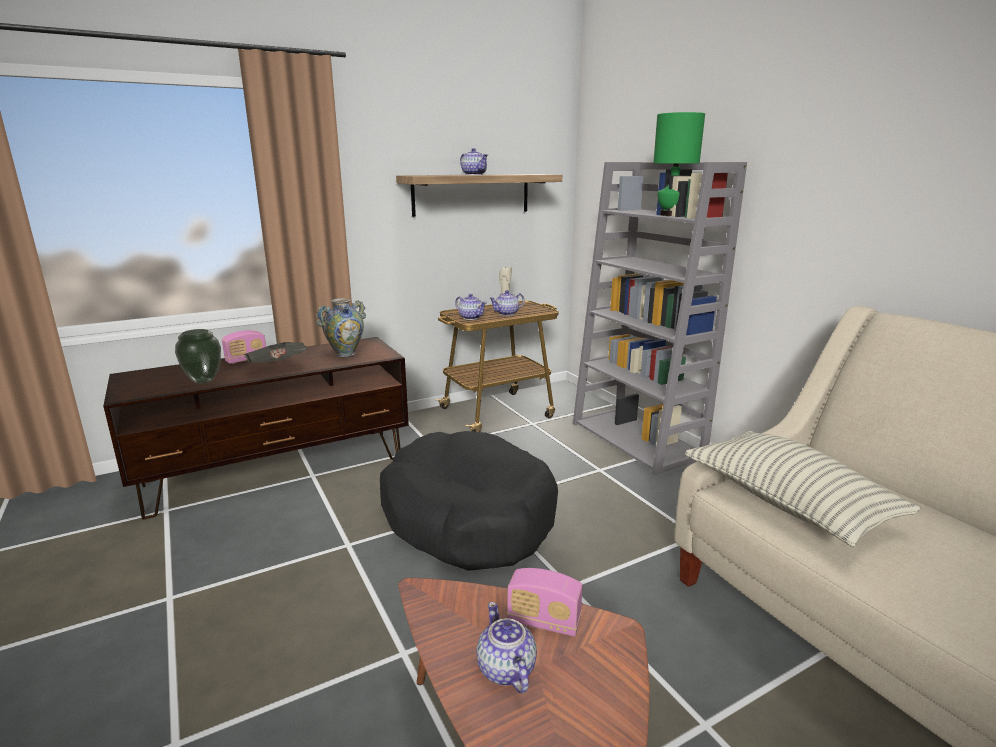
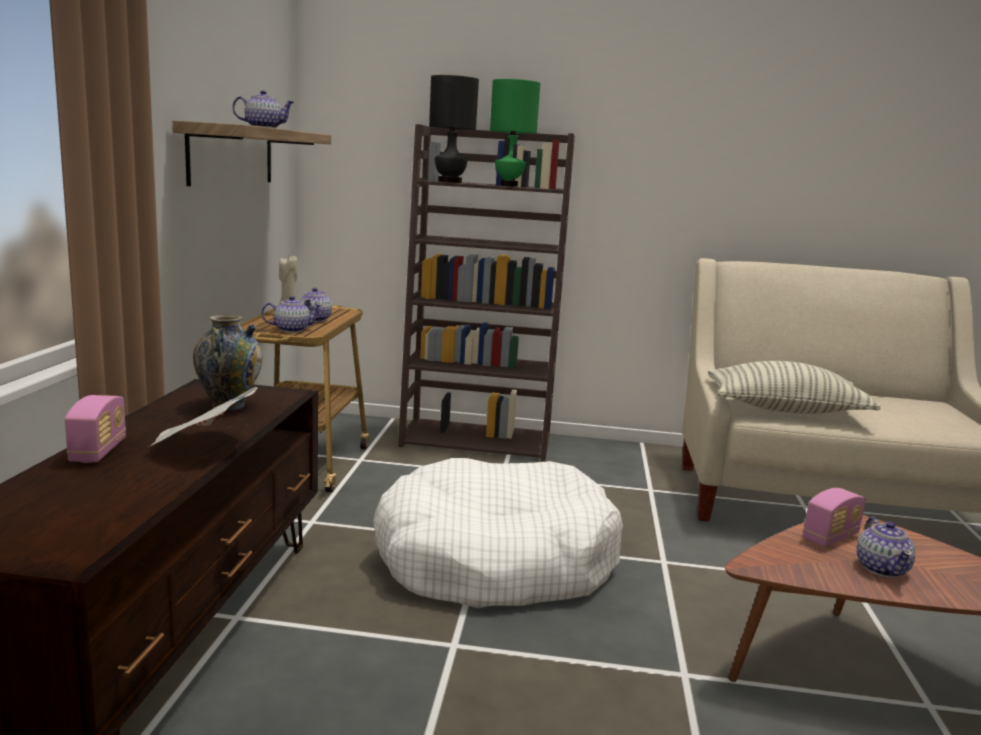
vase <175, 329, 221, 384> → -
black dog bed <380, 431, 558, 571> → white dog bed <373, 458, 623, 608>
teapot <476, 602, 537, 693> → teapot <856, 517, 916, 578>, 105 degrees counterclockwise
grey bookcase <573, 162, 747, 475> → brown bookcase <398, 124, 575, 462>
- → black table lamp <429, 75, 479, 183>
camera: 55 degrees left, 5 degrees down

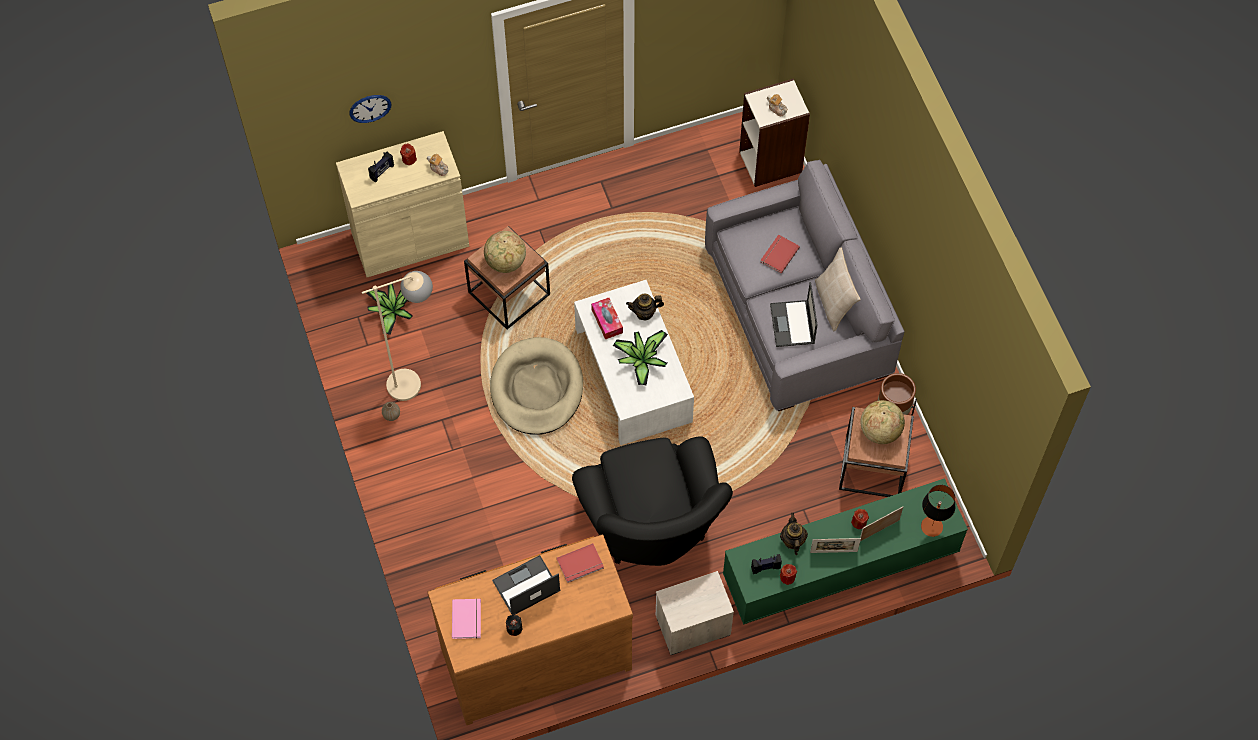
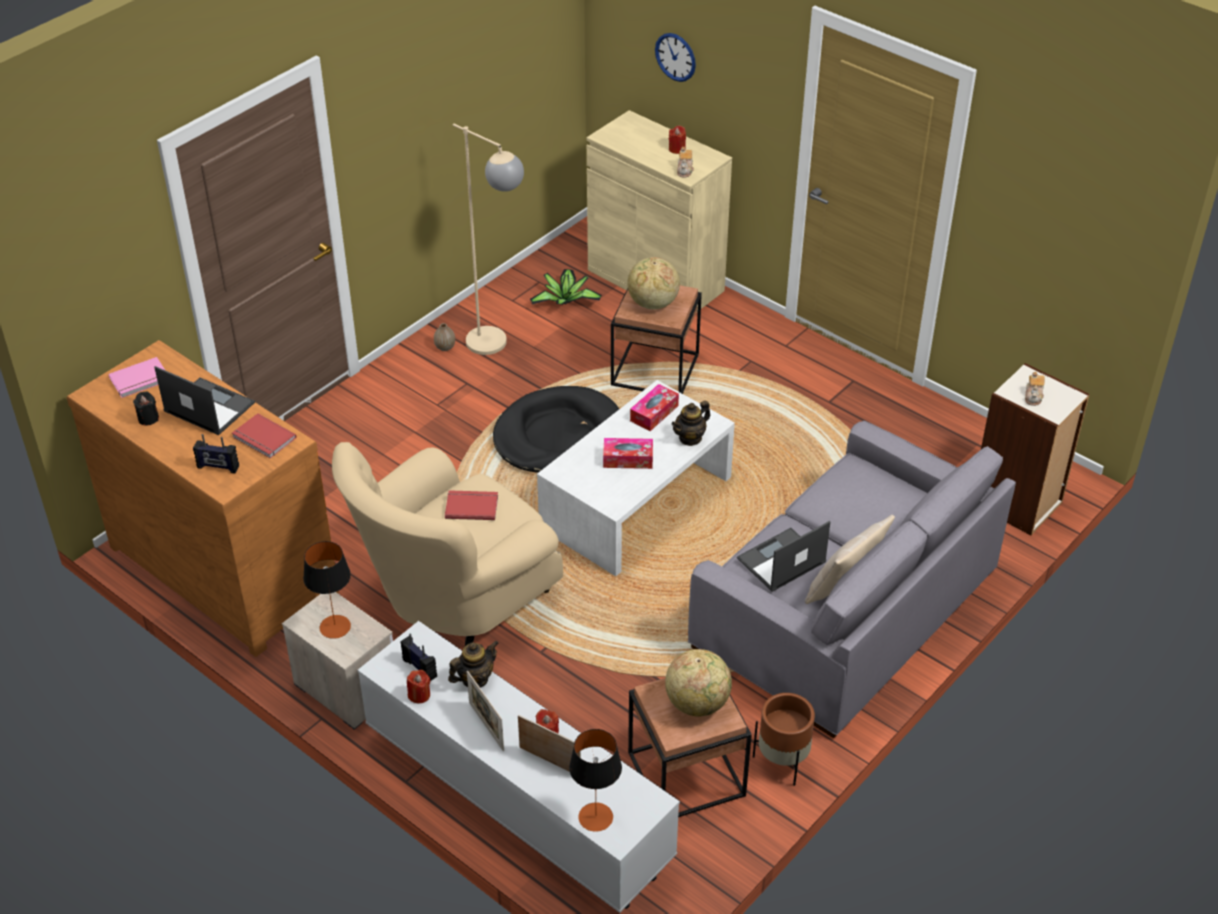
radio <368, 152, 394, 183> → radio <193, 434, 239, 474>, moved
beige dog bed <490, 337, 583, 435> → black dog bed <493, 386, 619, 473>
black armchair <572, 436, 733, 566> → beige armchair <332, 442, 563, 646>
potted plant <613, 330, 668, 386> → tissue box <603, 438, 653, 469>
teapot <626, 293, 664, 320> → teapot <671, 401, 710, 446>, 90 degrees counterclockwise
green tv stand <723, 478, 968, 625> → white tv stand <358, 621, 680, 913>
red book <760, 235, 800, 274> → red book <445, 490, 498, 520>, moved
- → table lamp <303, 541, 351, 639>
camera: 60 degrees right, 20 degrees down

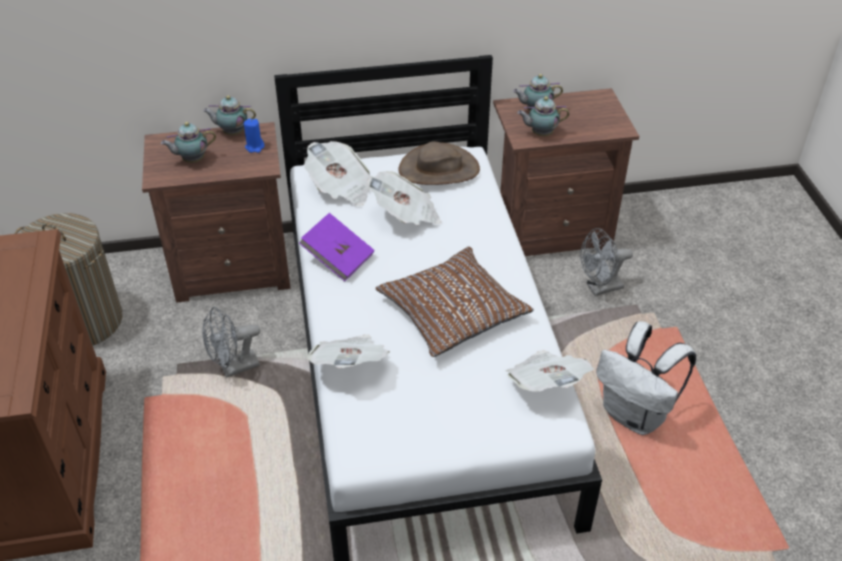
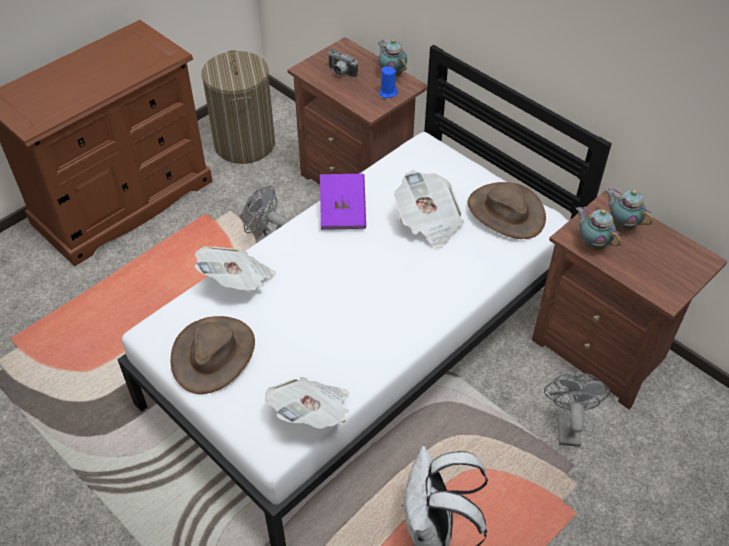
teapot <161, 122, 216, 163> → photo camera <327, 48, 358, 78>
newspaper <304, 141, 374, 206> → -
brown pillow <376, 247, 534, 357> → -
grey fan <580, 228, 633, 296> → grey fan <544, 373, 610, 447>, 60 degrees clockwise
- → brown hat <171, 316, 255, 394>
camera: 55 degrees right, 5 degrees up

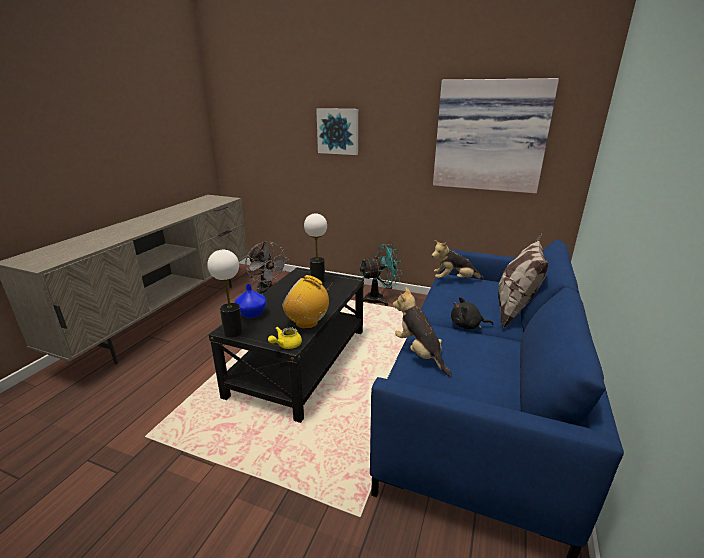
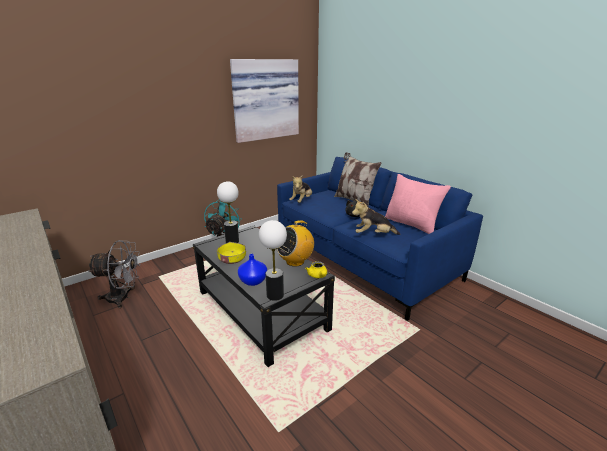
picture <316, 108, 358, 155> → -
- → yellow bowl <217, 242, 246, 264>
- → pink pillow <385, 174, 451, 234>
camera: 60 degrees left, 0 degrees up

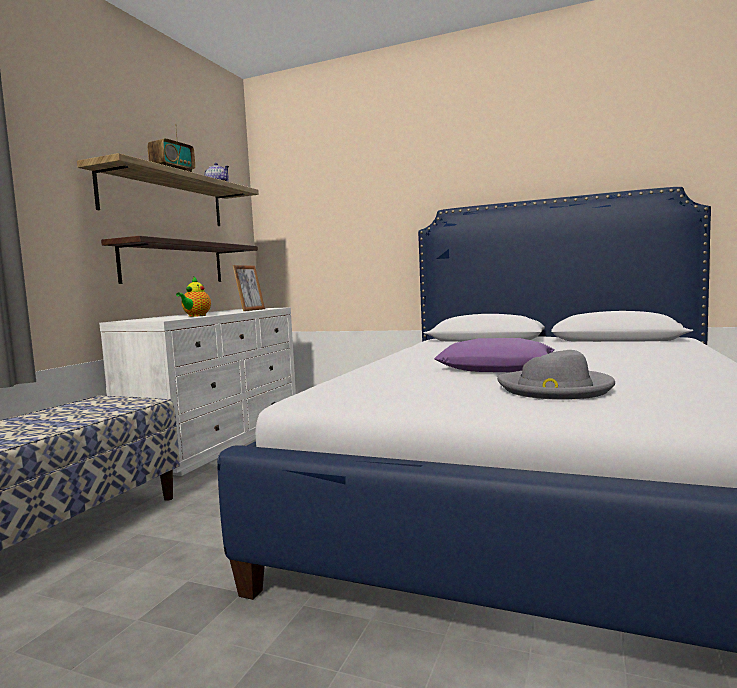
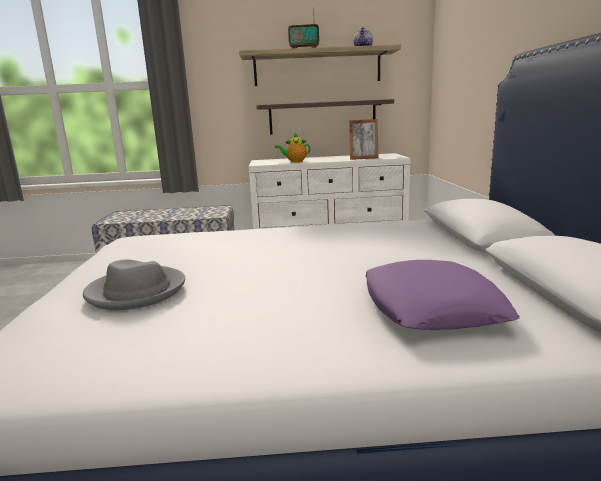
purple pillow <434, 338, 555, 372> → purple pillow <366, 260, 519, 330>, moved
camera: 65 degrees right, 10 degrees up

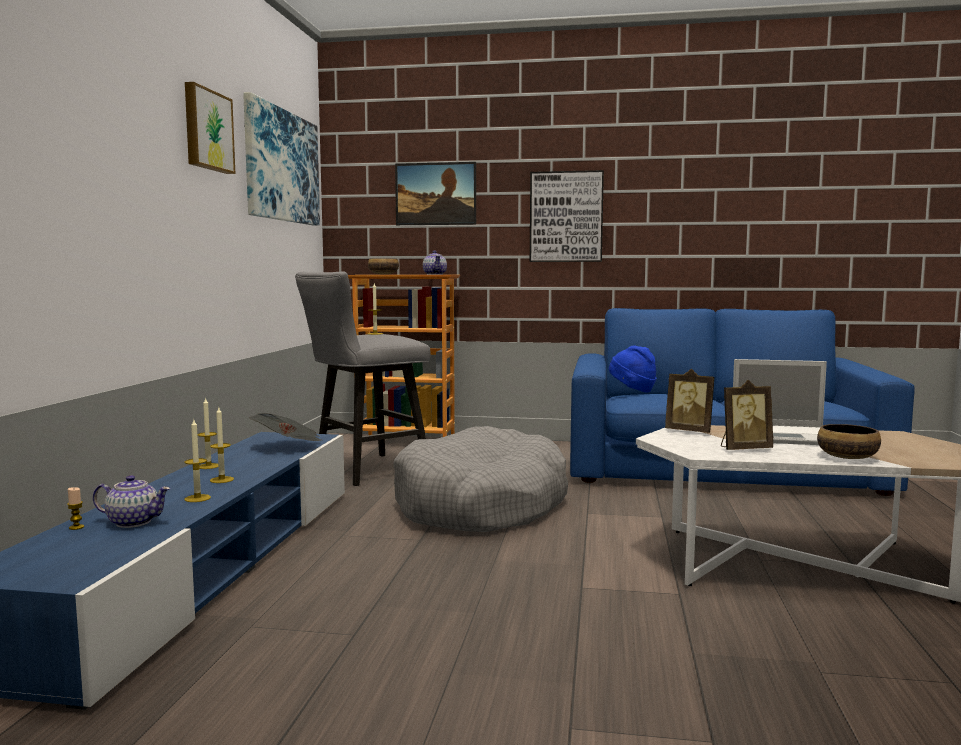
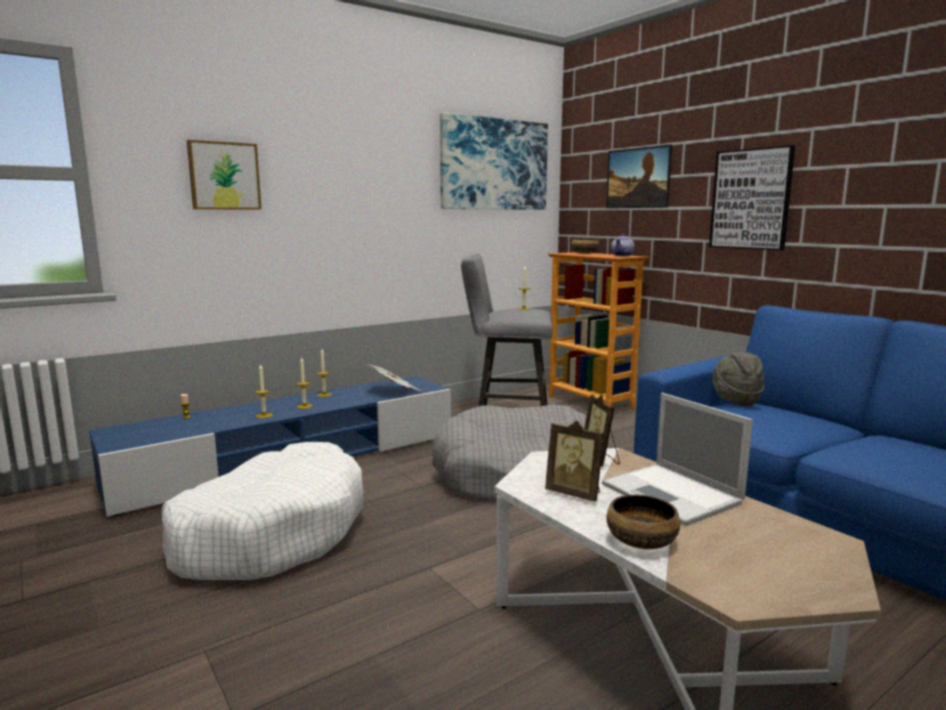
teapot <93, 475, 171, 528> → -
picture <185, 82, 235, 174> → picture <187, 140, 261, 210>, moved
blue hat <609, 345, 656, 393> → grey hat <712, 351, 764, 406>
- → white dog bed <161, 442, 364, 580>
camera: 45 degrees right, 5 degrees up

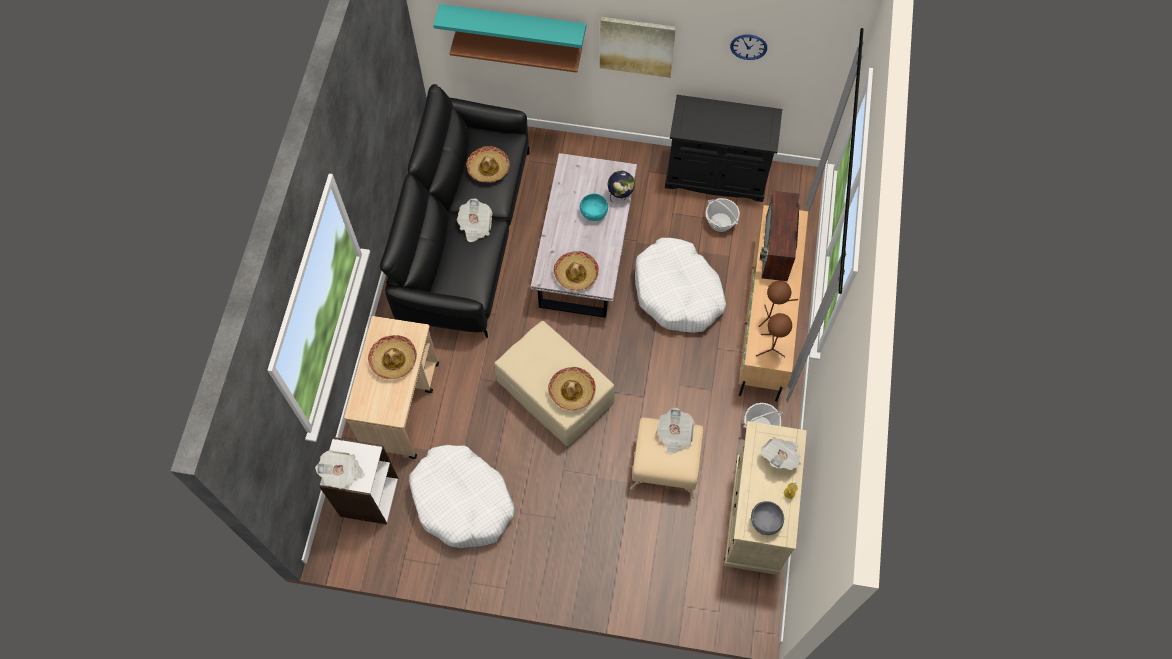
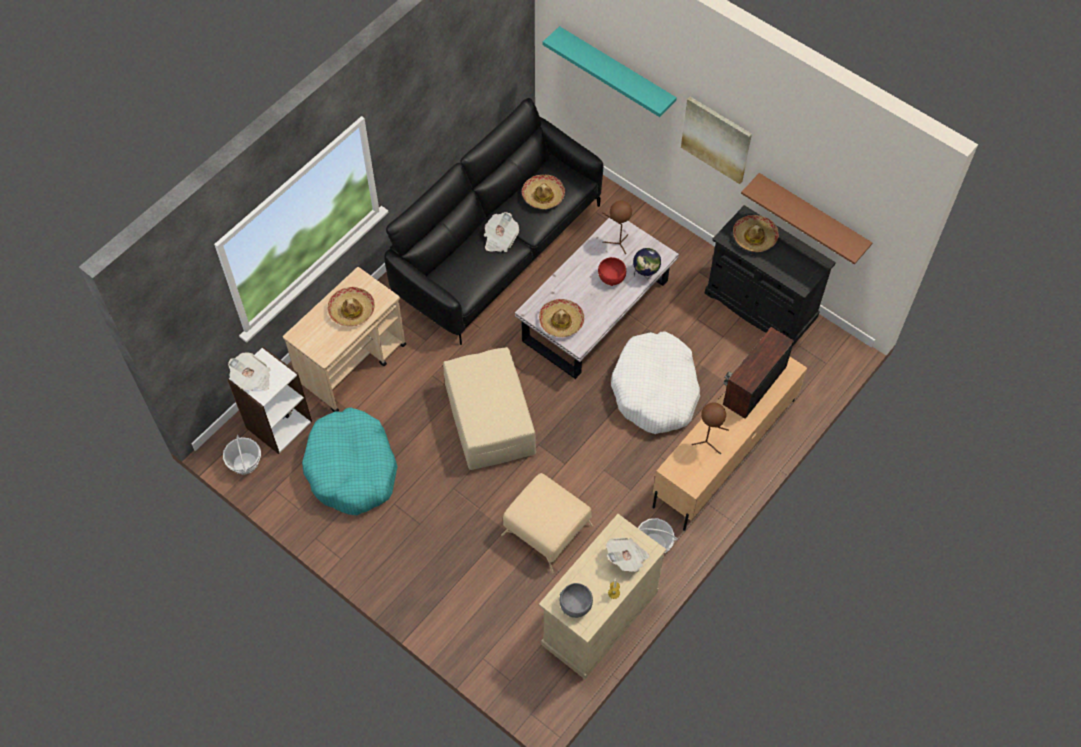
white dog bed <409, 445, 515, 548> → turquoise dog bed <302, 407, 398, 515>
brown shelf <449, 31, 582, 73> → brown shelf <741, 173, 872, 264>, moved
hat <548, 367, 596, 411> → hat <733, 215, 779, 252>, moved
turquoise bowl <580, 194, 608, 221> → red bowl <598, 257, 626, 286>
newspaper <656, 408, 695, 455> → -
basket <706, 198, 740, 232> → basket <223, 435, 261, 474>, moved
wall clock <730, 35, 767, 60> → -
brown table lamp <756, 313, 792, 357> → brown table lamp <602, 201, 632, 254>, moved
camera: 30 degrees right, 5 degrees down

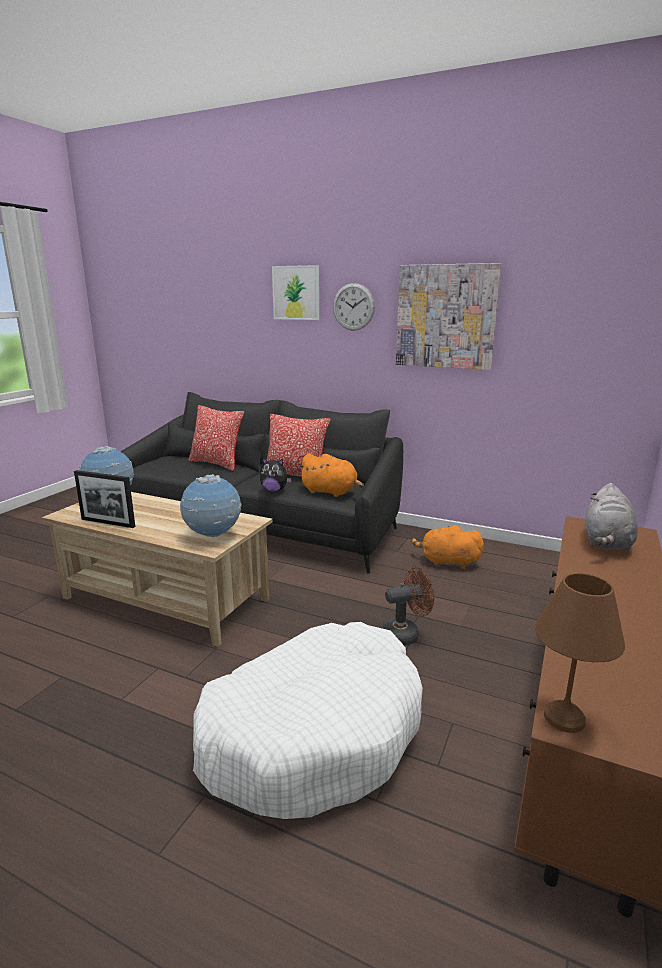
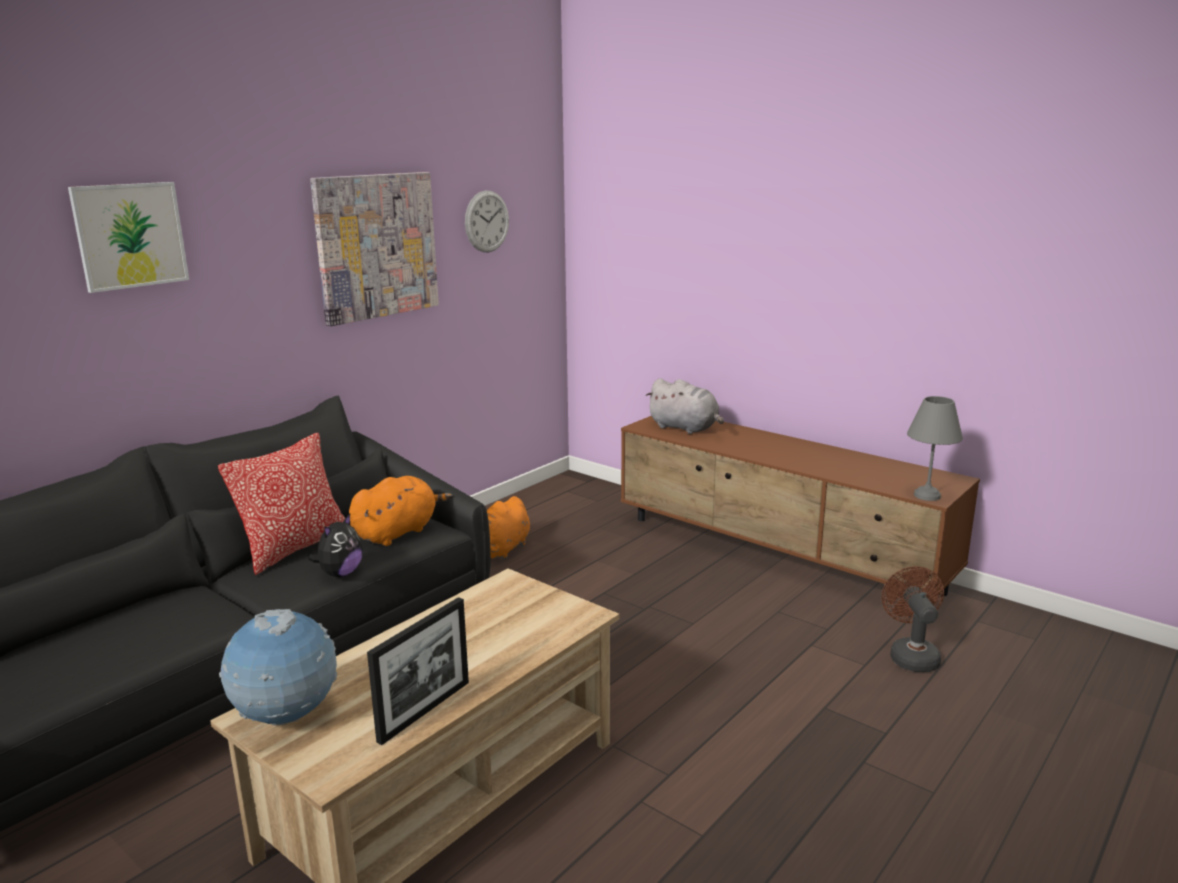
globe <180, 474, 241, 537> → -
pillow <188, 405, 244, 471> → -
white dog bed <193, 622, 423, 819> → -
wall clock <333, 283, 375, 331> → wall clock <465, 190, 509, 252>, moved
brown fan <382, 567, 434, 646> → brown fan <882, 566, 944, 672>, moved
brown table lamp <535, 573, 625, 733> → grey table lamp <907, 396, 963, 501>
camera: 75 degrees left, 0 degrees up

